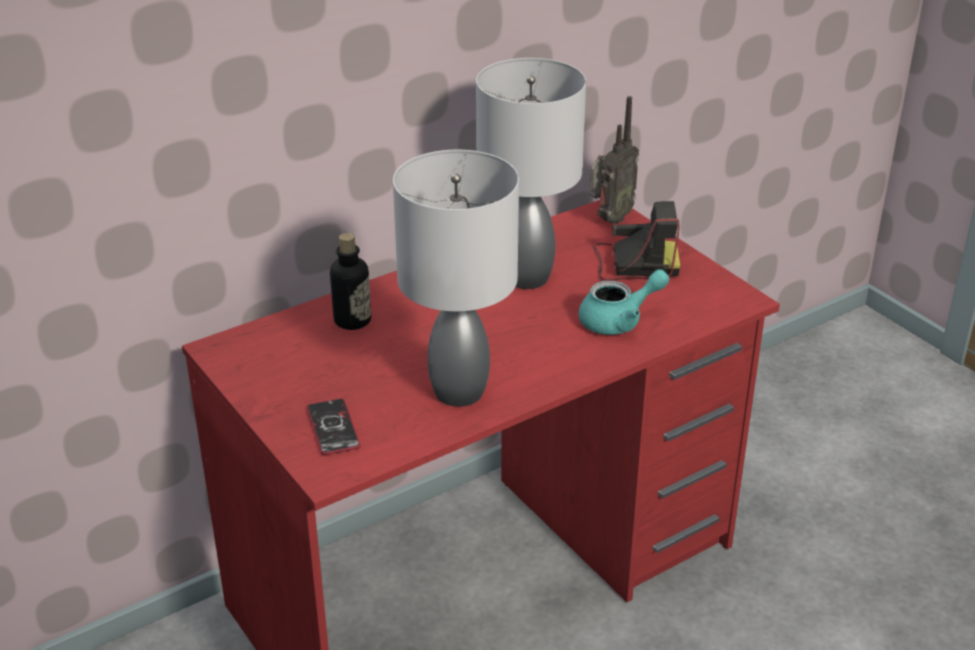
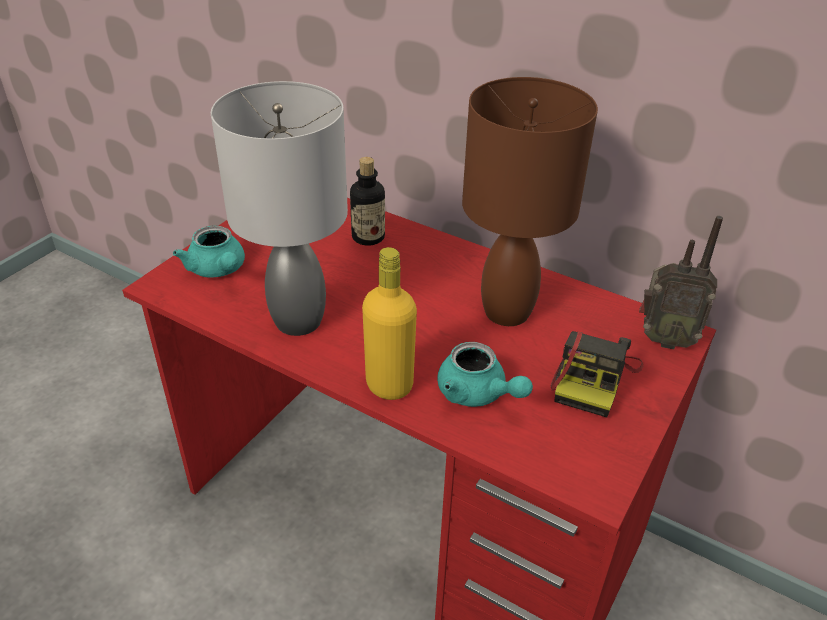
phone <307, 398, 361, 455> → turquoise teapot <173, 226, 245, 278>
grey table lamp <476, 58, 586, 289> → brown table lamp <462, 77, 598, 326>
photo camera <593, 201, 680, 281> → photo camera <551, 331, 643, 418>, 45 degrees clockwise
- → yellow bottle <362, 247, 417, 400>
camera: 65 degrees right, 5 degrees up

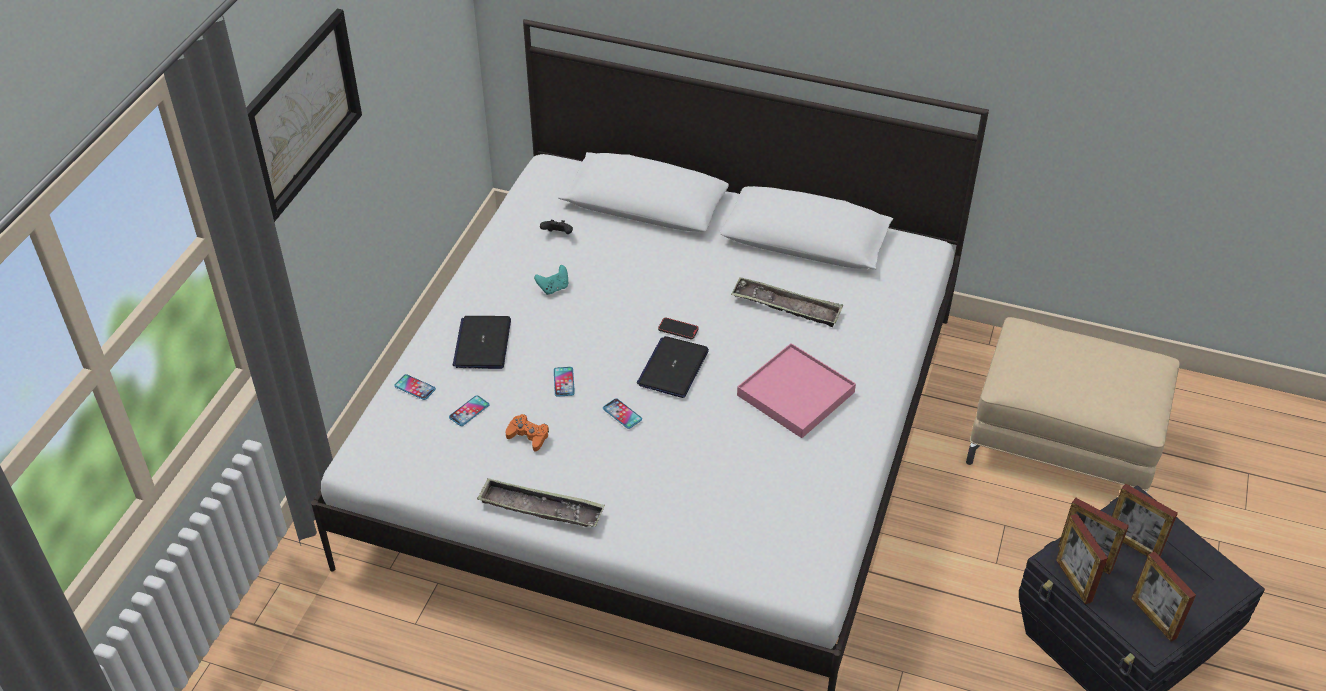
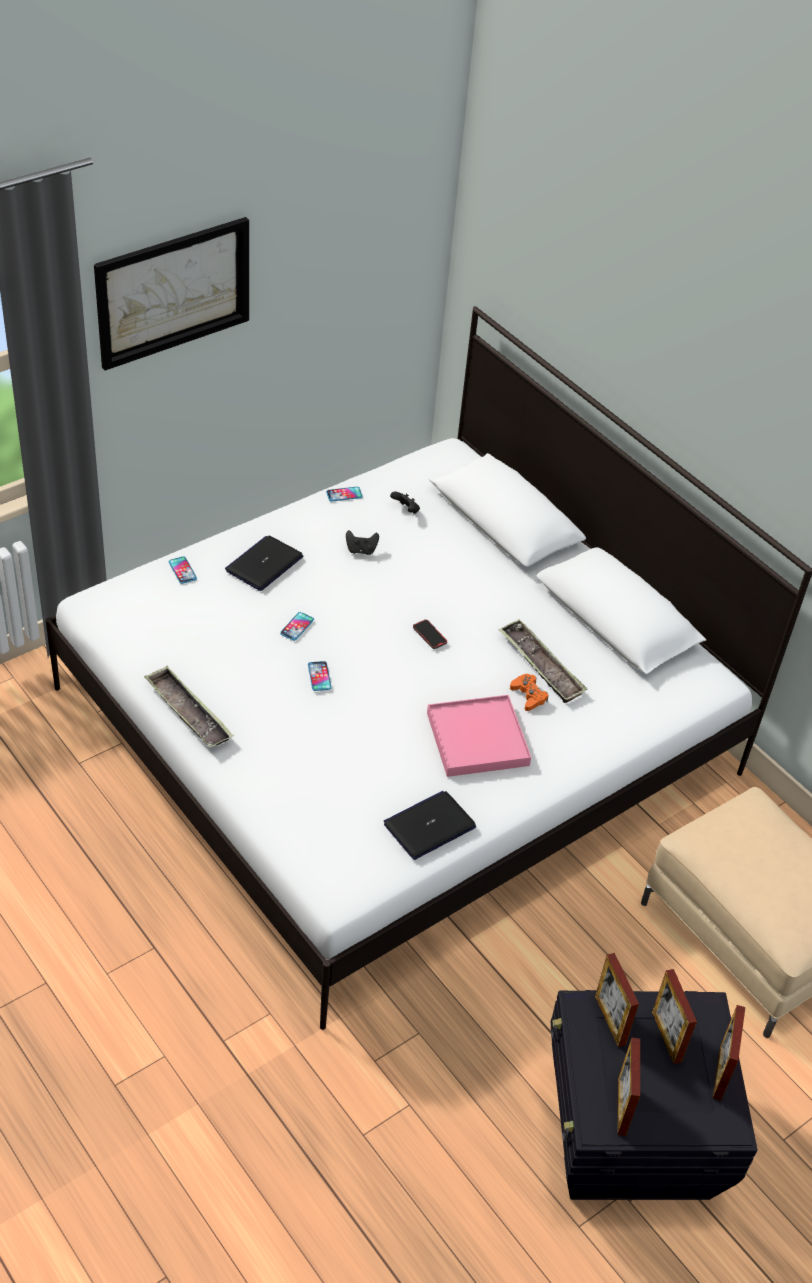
phone <449, 395, 490, 426> → phone <326, 487, 363, 502>, moved
orange game controller <506, 414, 549, 451> → orange game controller <510, 674, 549, 711>, moved
turquoise game controller <534, 265, 568, 295> → black game controller <346, 530, 379, 555>
laptop <637, 336, 709, 398> → laptop <384, 791, 476, 860>, moved
picture frame <1056, 514, 1108, 604> → picture frame <713, 1005, 745, 1101>, moved
camera: 30 degrees right, 0 degrees up

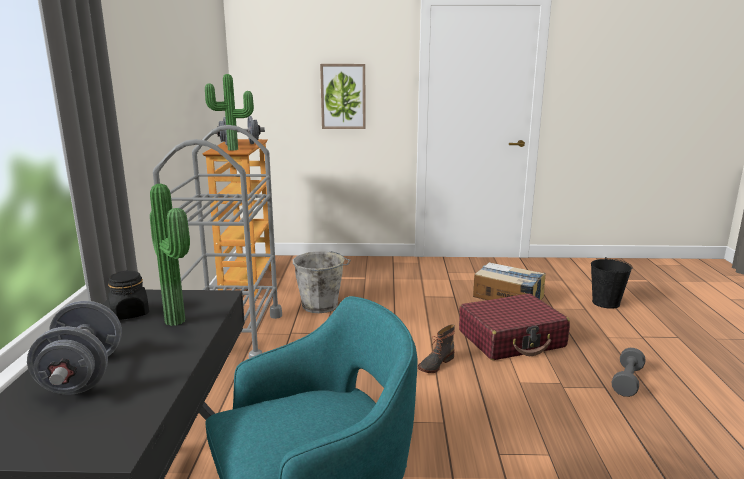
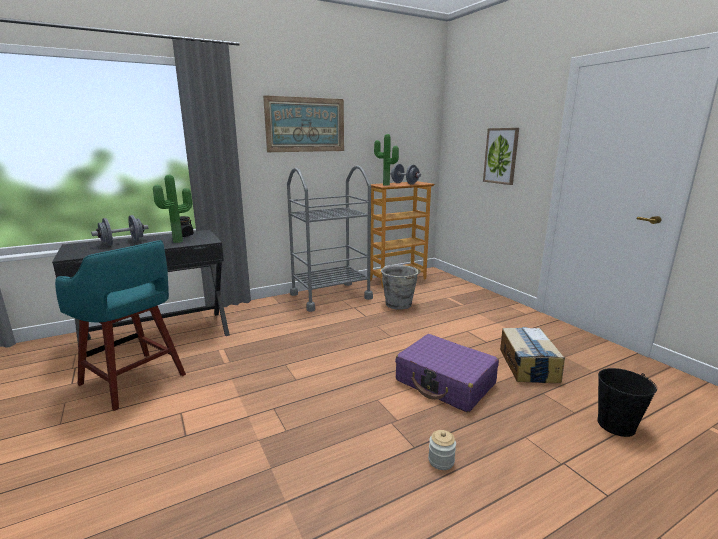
boot <418, 325, 455, 373> → -
red suitcase <459, 294, 570, 360> → purple suitcase <395, 334, 499, 412>
grey dumbbell <612, 348, 646, 397> → jar <428, 430, 456, 470>
- → picture <263, 95, 344, 152>
camera: 60 degrees right, 0 degrees up

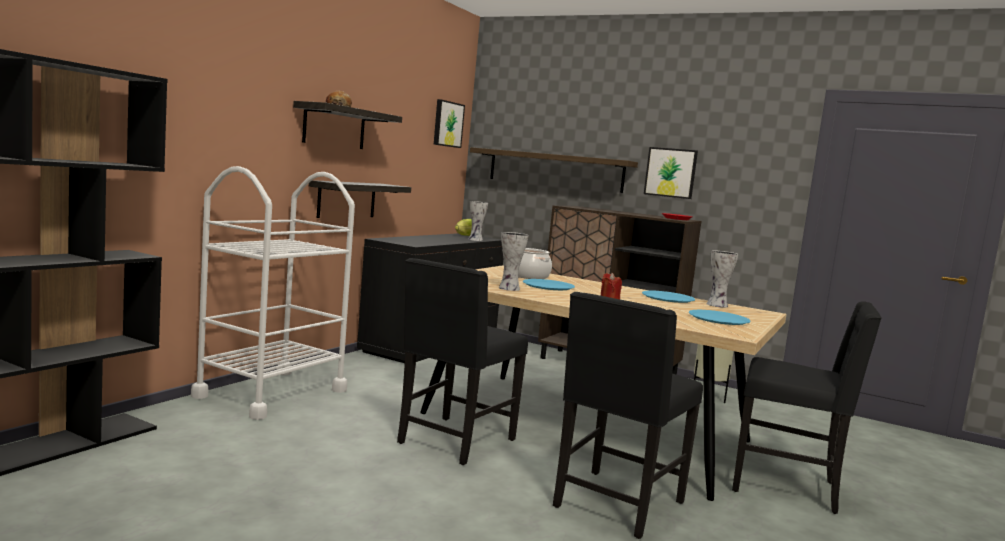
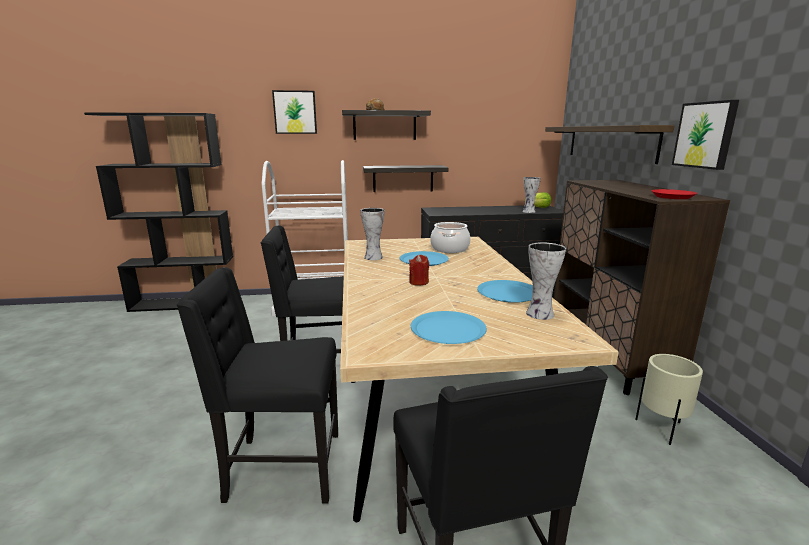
picture <434, 99, 465, 148> → picture <272, 90, 317, 134>, moved
camera: 55 degrees right, 10 degrees up

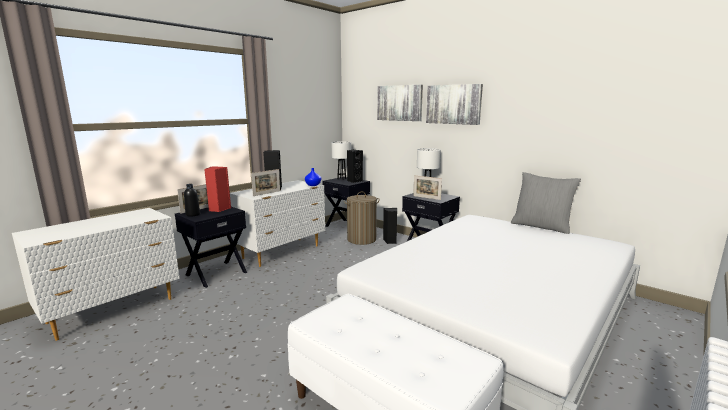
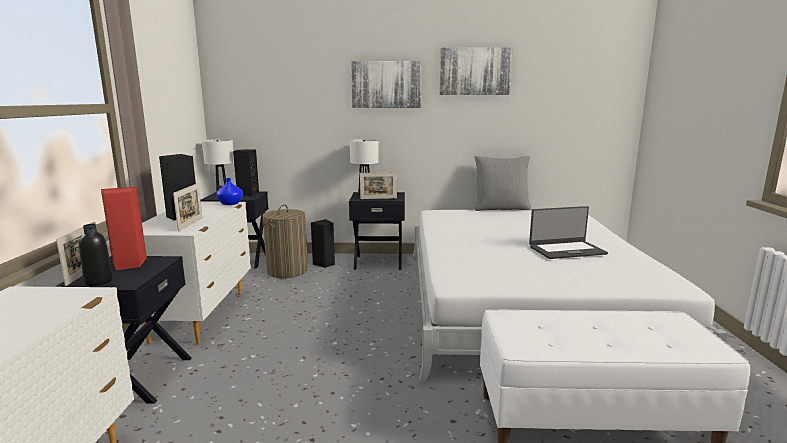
picture <377, 85, 423, 121> → picture <440, 47, 512, 95>, moved
- → laptop <529, 206, 608, 259>
camera: 40 degrees left, 0 degrees up

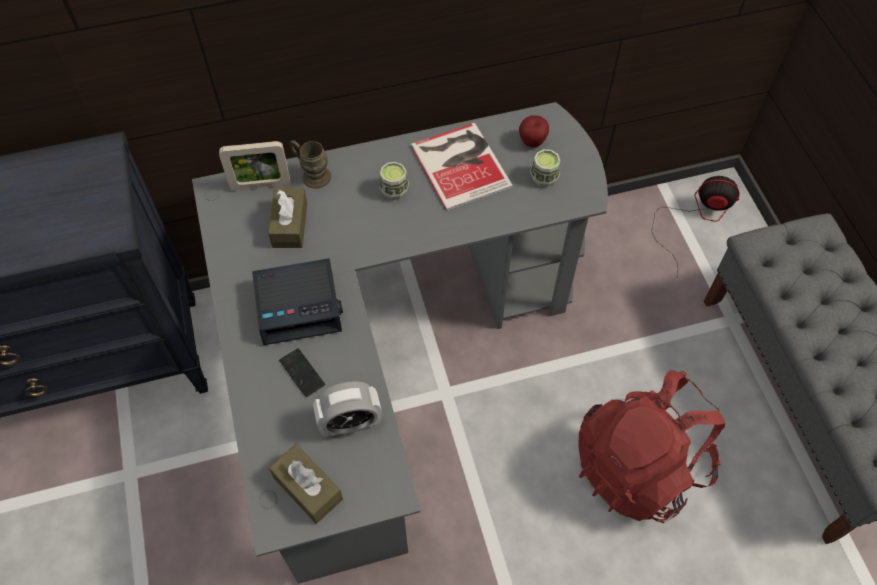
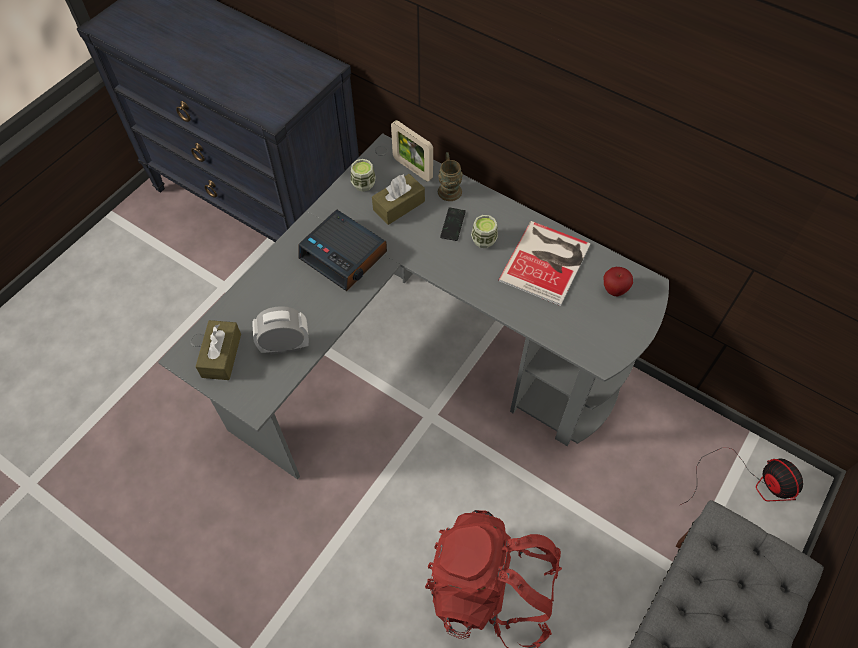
phone <279, 348, 325, 397> → phone <440, 207, 466, 241>, moved
alarm clock <313, 381, 382, 437> → alarm clock <252, 306, 309, 354>, 135 degrees clockwise
cup <530, 149, 560, 187> → cup <351, 159, 376, 192>, moved
camera: 50 degrees right, 0 degrees up

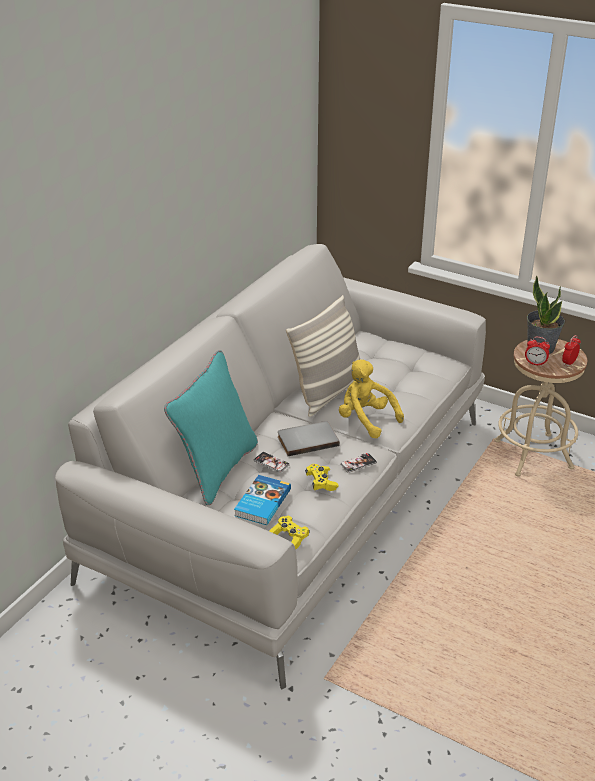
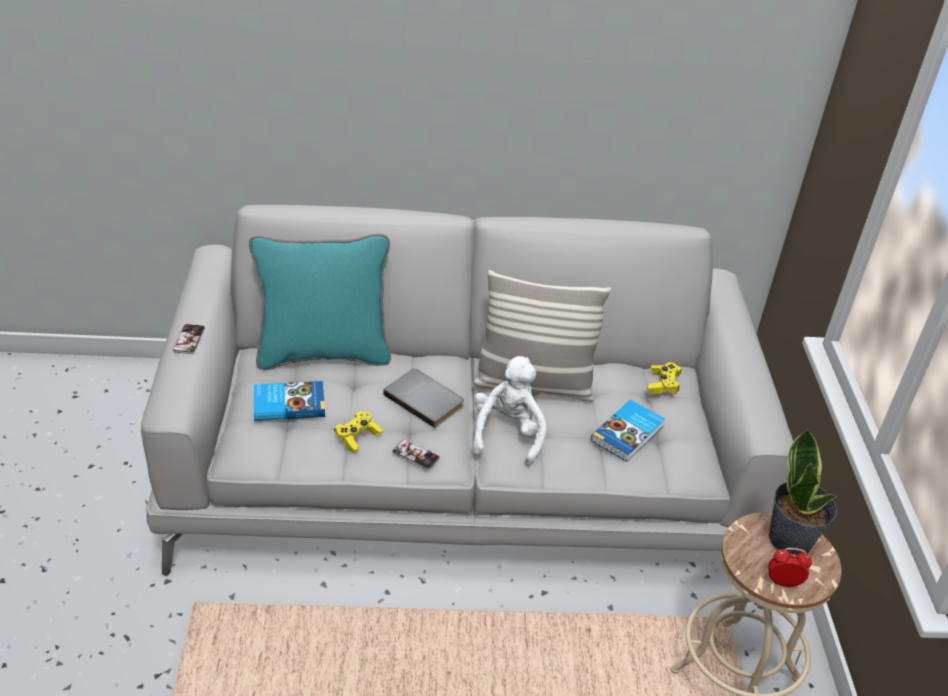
phone <254, 452, 290, 473> → phone <173, 324, 205, 354>, moved
yellow game controller <269, 516, 310, 549> → yellow game controller <647, 362, 682, 395>, moved
yellow plush toy <339, 359, 404, 438> → white plush toy <472, 356, 547, 467>
alarm clock <525, 337, 550, 367> → -
- → book <591, 400, 665, 462>
camera: 55 degrees right, 5 degrees up

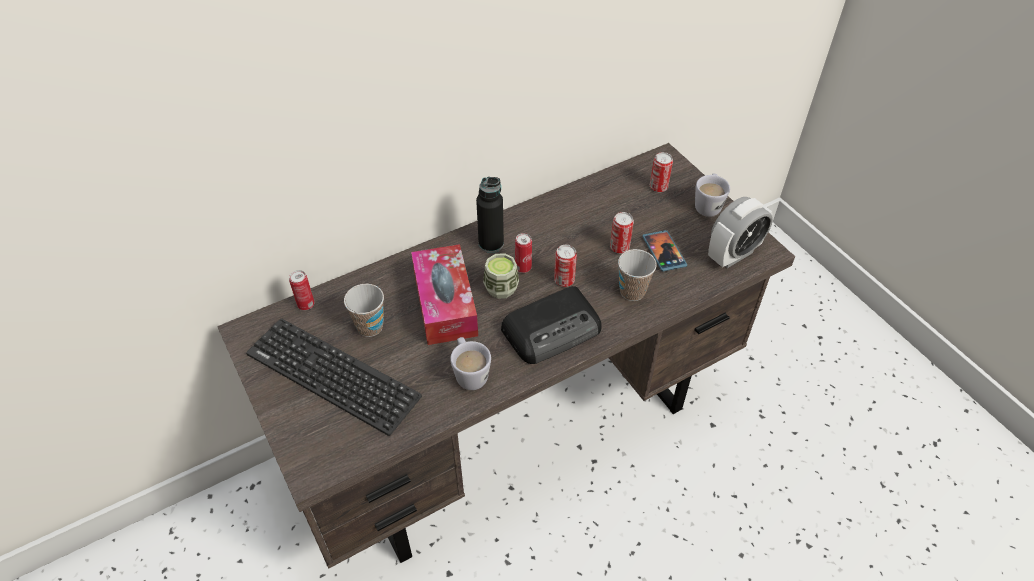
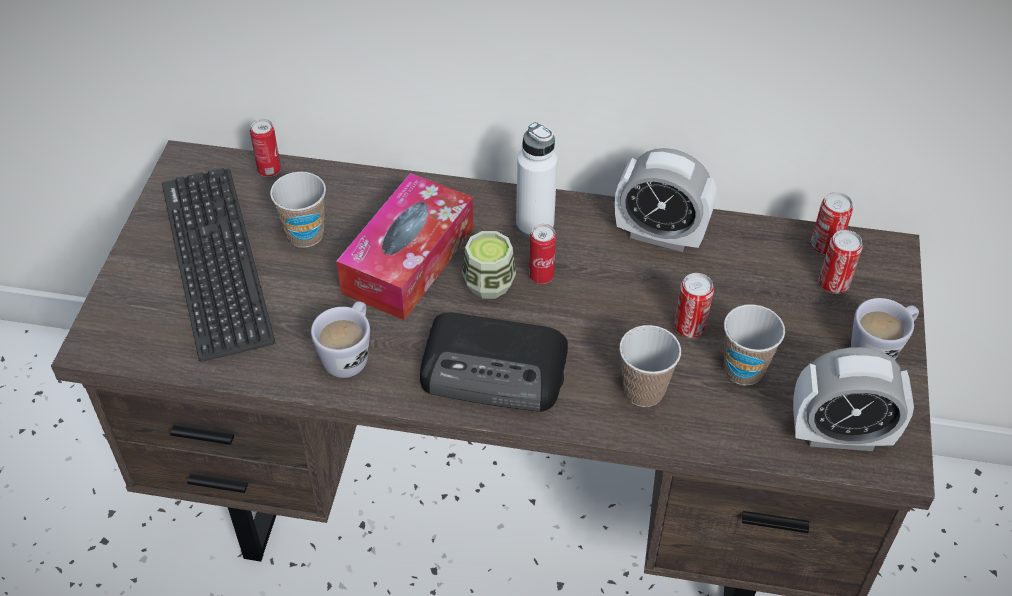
black bottle <476, 177, 504, 253> → white bottle <516, 122, 558, 238>
can <554, 245, 577, 287> → can <811, 192, 853, 255>, moved
phone <642, 230, 687, 272> → cup <724, 304, 785, 385>
- → alarm clock <615, 148, 716, 252>
camera: 40 degrees right, 0 degrees up

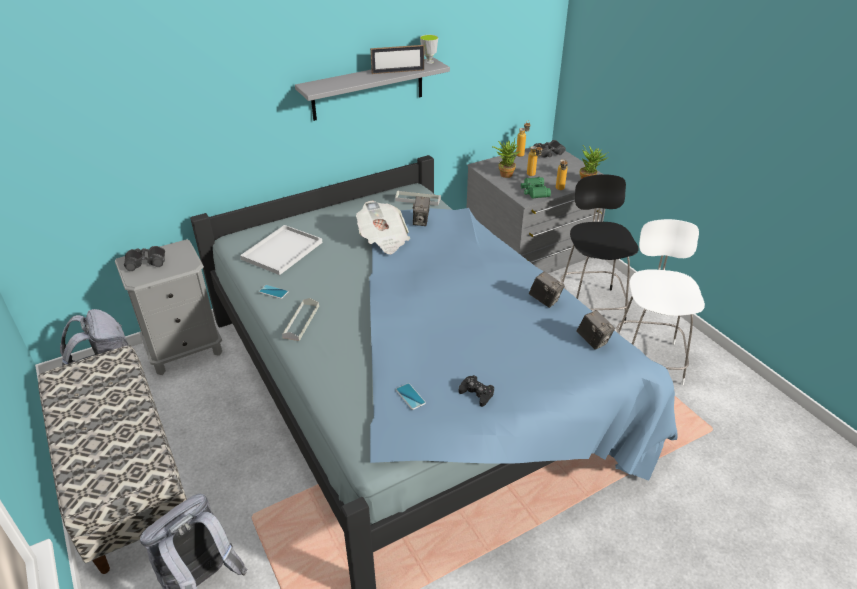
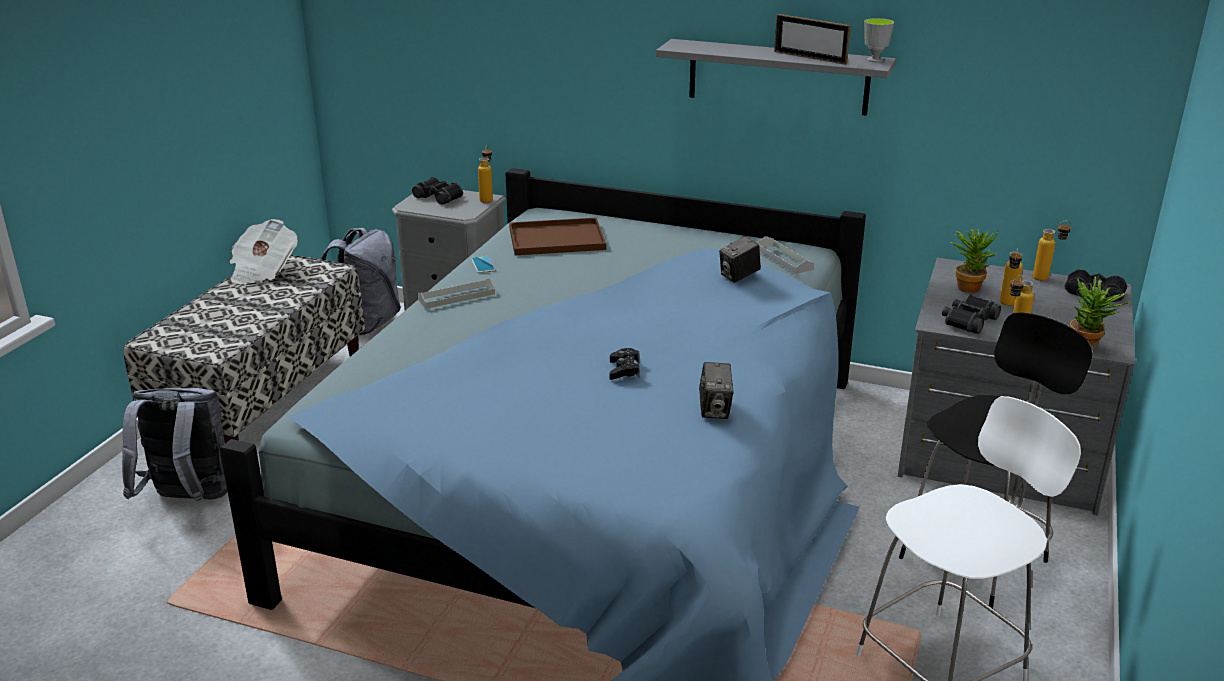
white tray <240, 225, 322, 275> → brown tray <509, 218, 606, 255>
newspaper <356, 201, 410, 254> → newspaper <230, 219, 298, 284>, moved
phone <396, 383, 426, 410> → -
black game controller <459, 375, 494, 407> → black game controller <609, 348, 640, 380>, moved
green binoculars <521, 177, 551, 199> → black binoculars <942, 294, 1001, 334>
photo camera <577, 310, 615, 350> → -
- → bottle <478, 145, 493, 203>
camera: 50 degrees right, 10 degrees down

